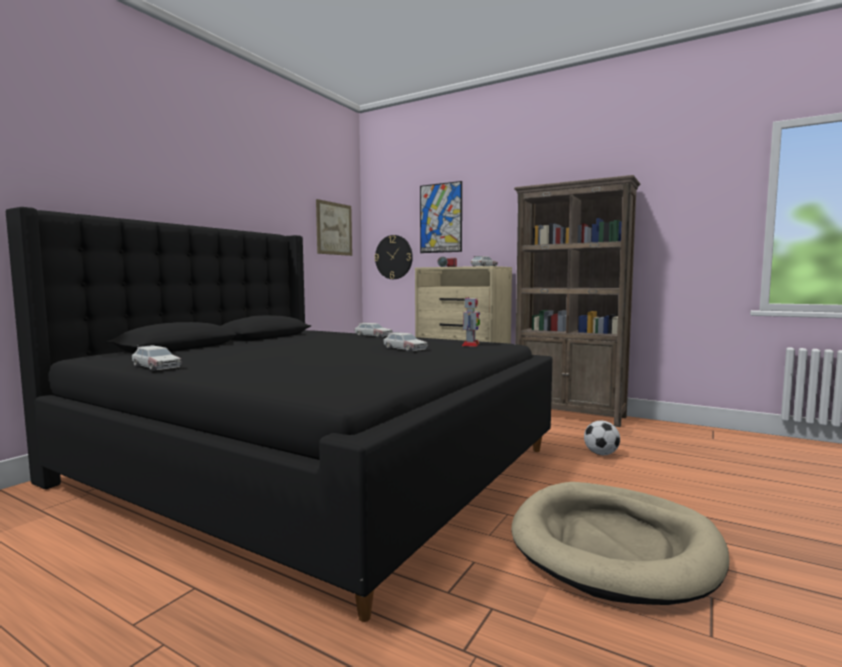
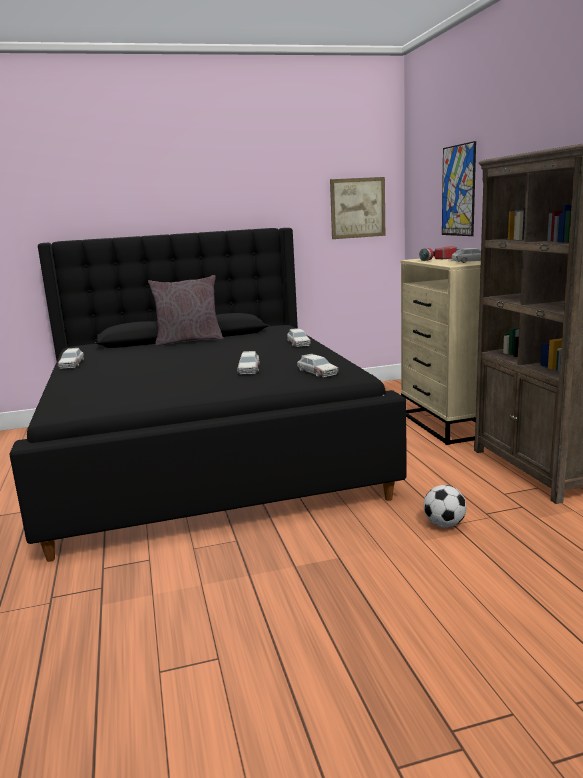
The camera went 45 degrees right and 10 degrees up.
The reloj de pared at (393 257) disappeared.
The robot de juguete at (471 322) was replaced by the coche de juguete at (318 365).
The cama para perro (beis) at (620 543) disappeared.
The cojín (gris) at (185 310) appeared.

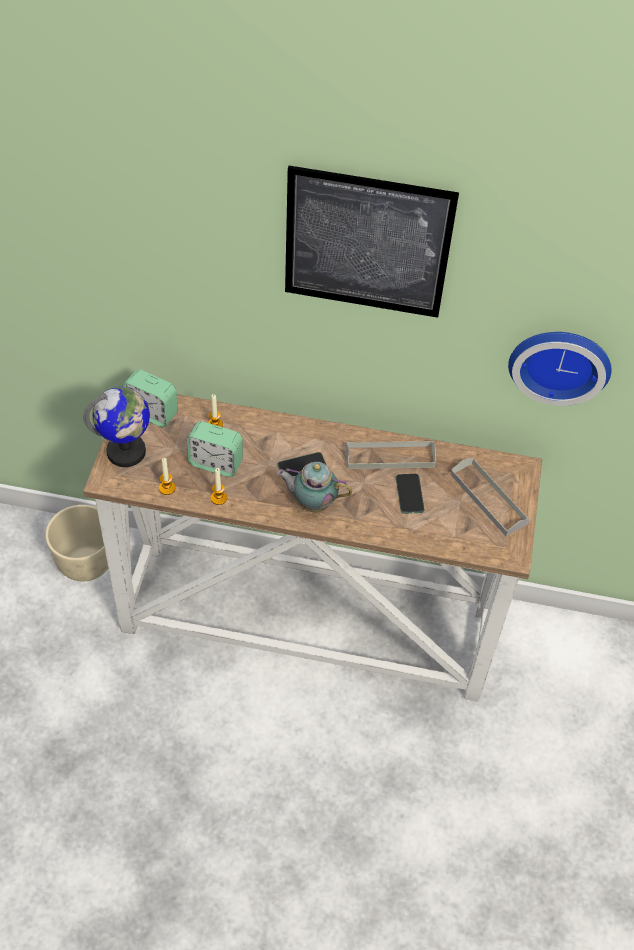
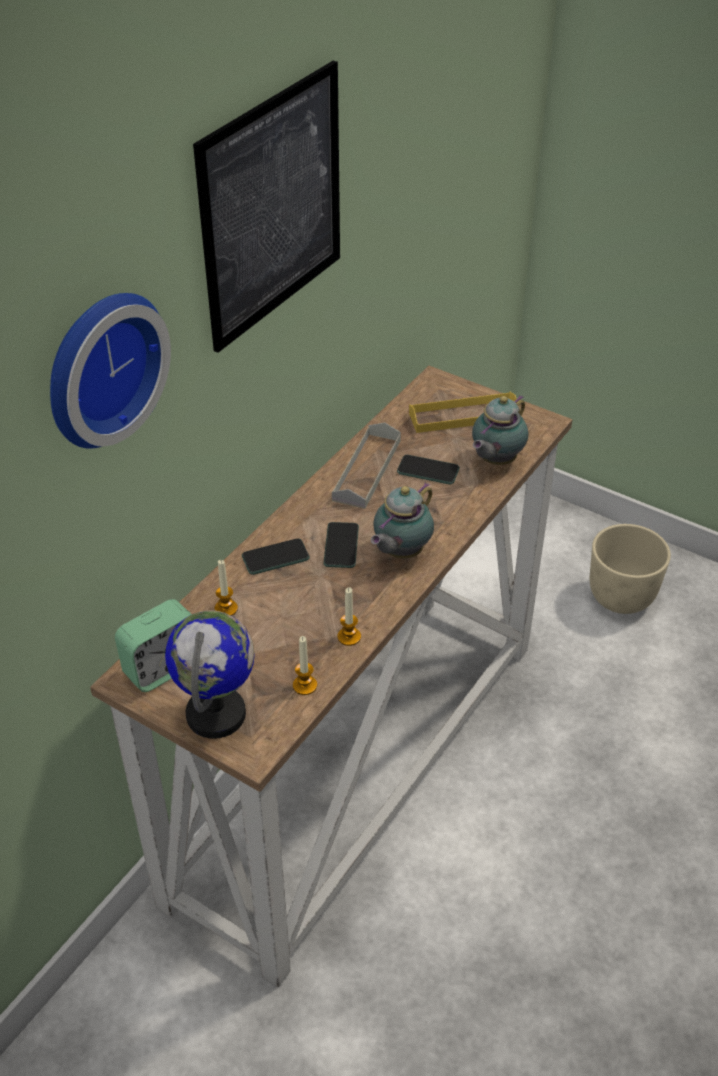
The camera went 65 degrees left and 10 degrees down.
The reloj de pared moved from (560 369) to (110 371).
The despertador at (215 449) disappeared.
The bandeja (gris) at (490 497) became the bandeja (amarillo) at (463 412).
The maceta (beis) moved from (76 543) to (630 569).
The tetera at (500 430) appeared.
The móvil at (276 556) appeared.

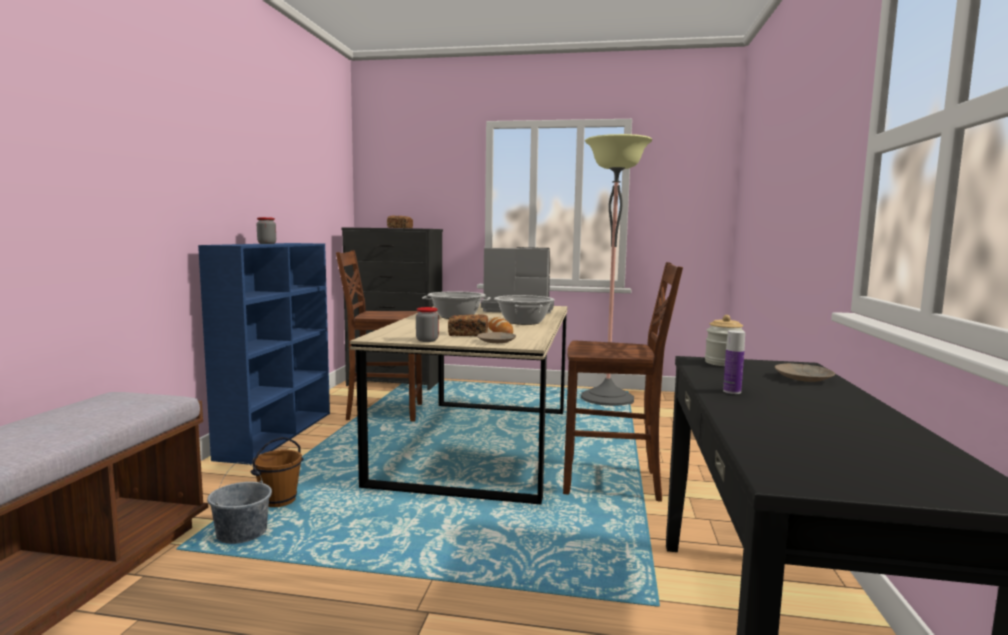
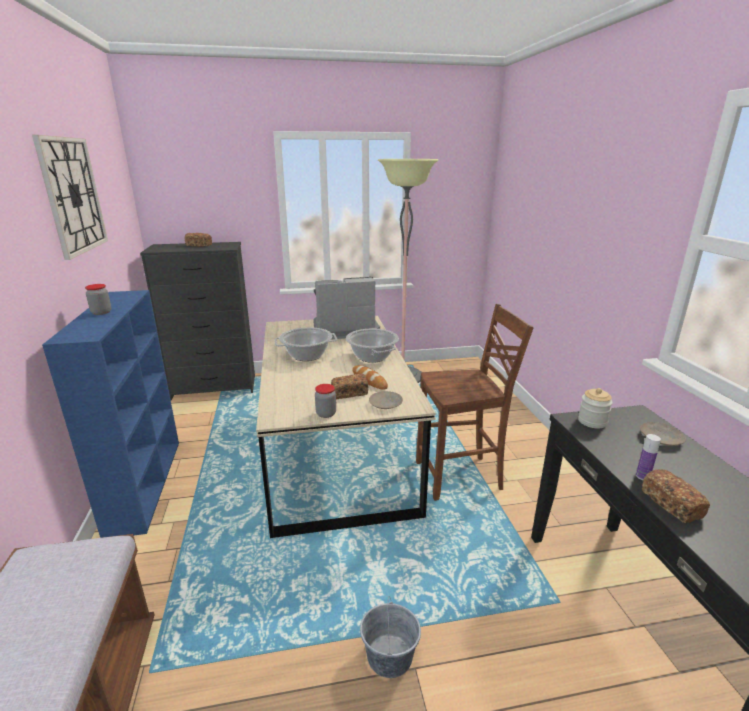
The camera went 20 degrees left and 15 degrees up.
The silla (marrón) at (379 335) disappeared.
The cubo (marrón) at (277 472) disappeared.
The cubo (gris) moved from (239 503) to (390 637).
The reloj de pared at (70 197) appeared.
The pan at (676 496) appeared.

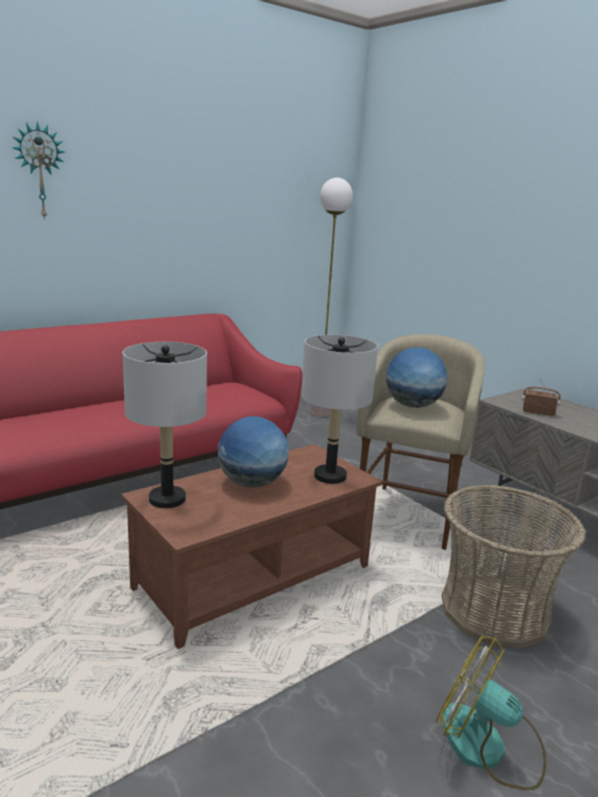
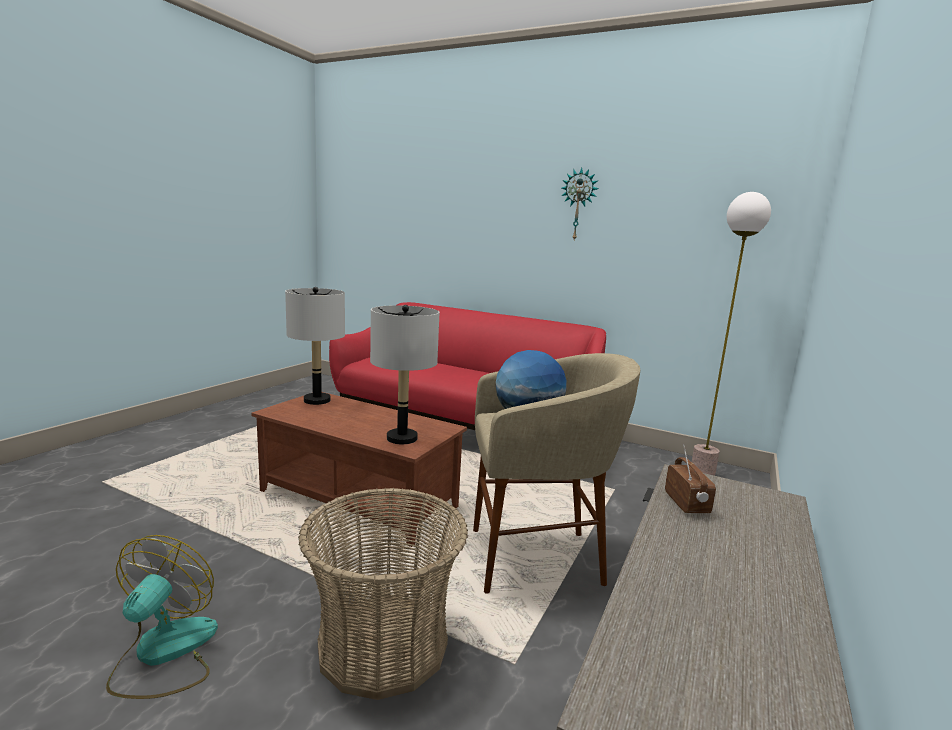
The camera went 65 degrees right and 5 degrees down.
The reloj de pared moved from (38 170) to (580 204).
The globo terráqueo at (253 451) disappeared.

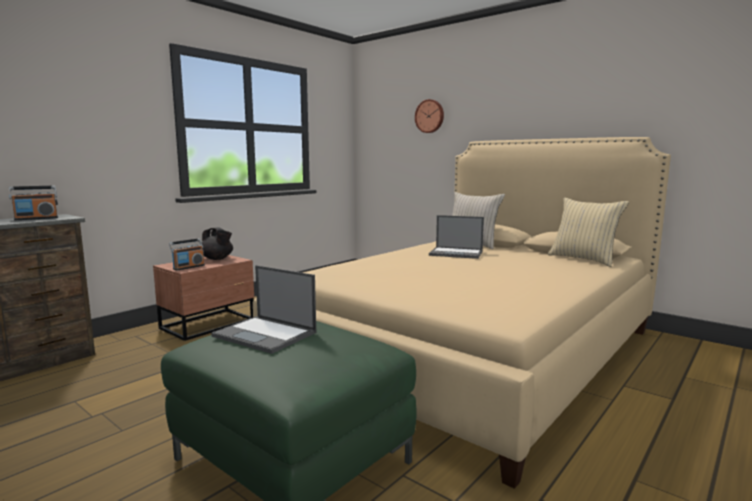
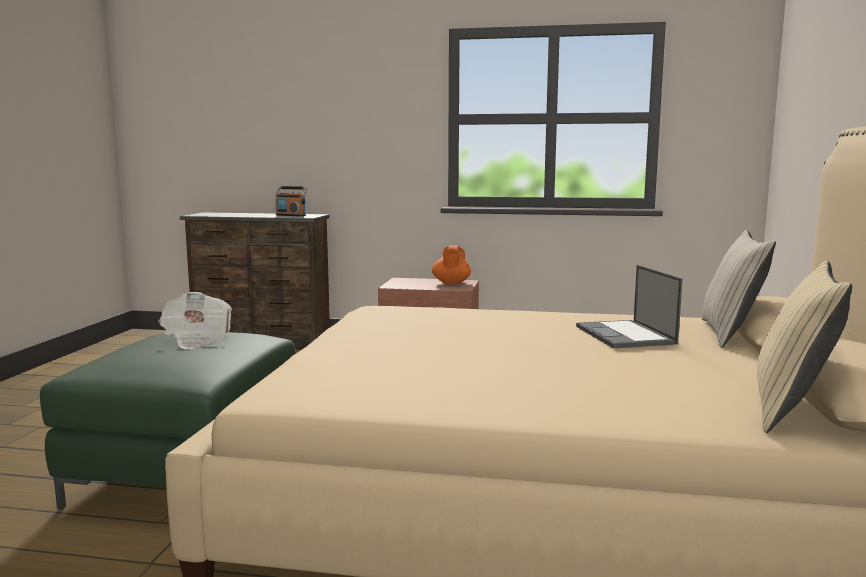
The camera went 60 degrees right and 0 degrees up.
The reloj de pared at (429 116) disappeared.
The tetera (negro) at (217 244) became the tetera (naranja) at (451 264).
The radio at (187 254) disappeared.
The portátil at (263 309) was replaced by the periódico at (195 320).

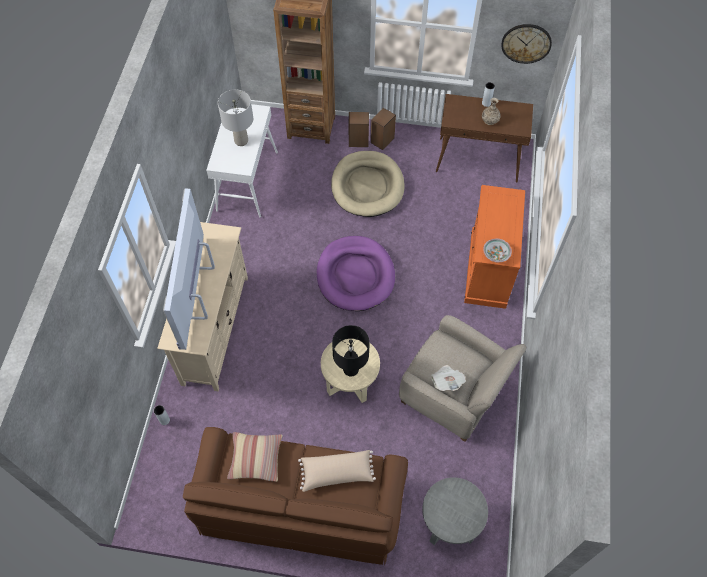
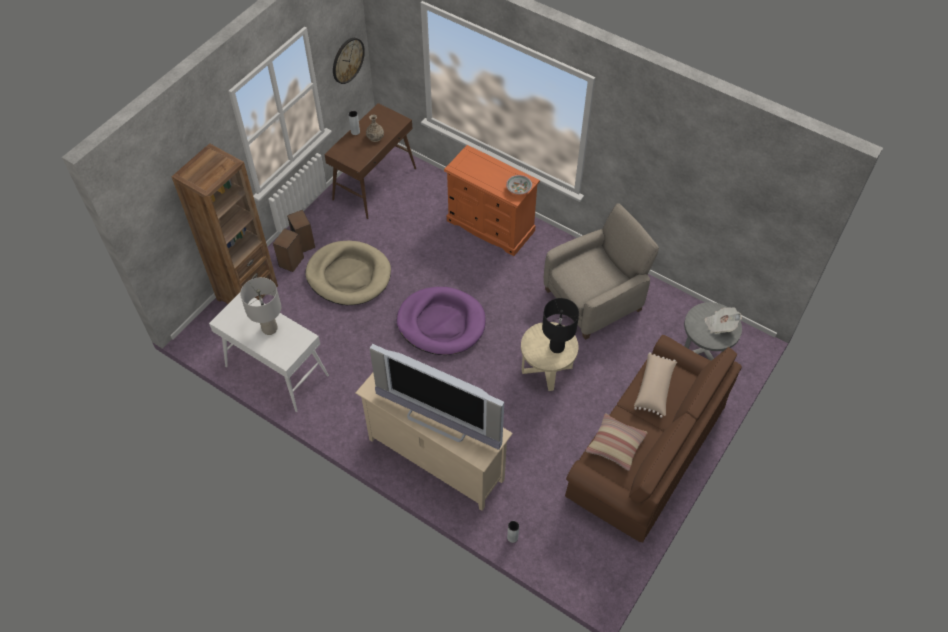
The camera went 65 degrees left and 5 degrees down.
The periódico moved from (448 378) to (723 320).

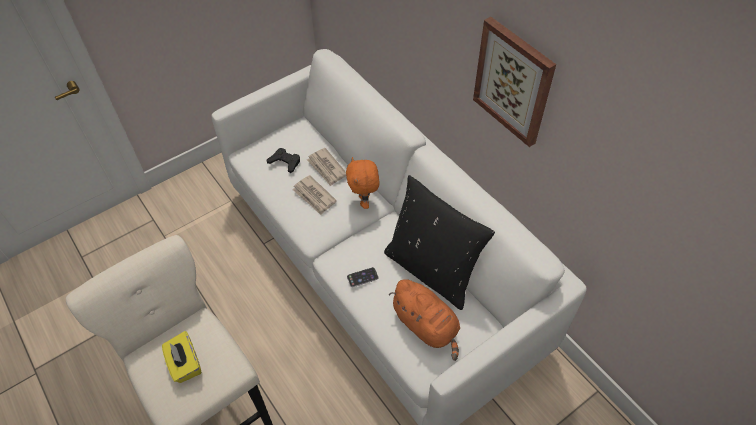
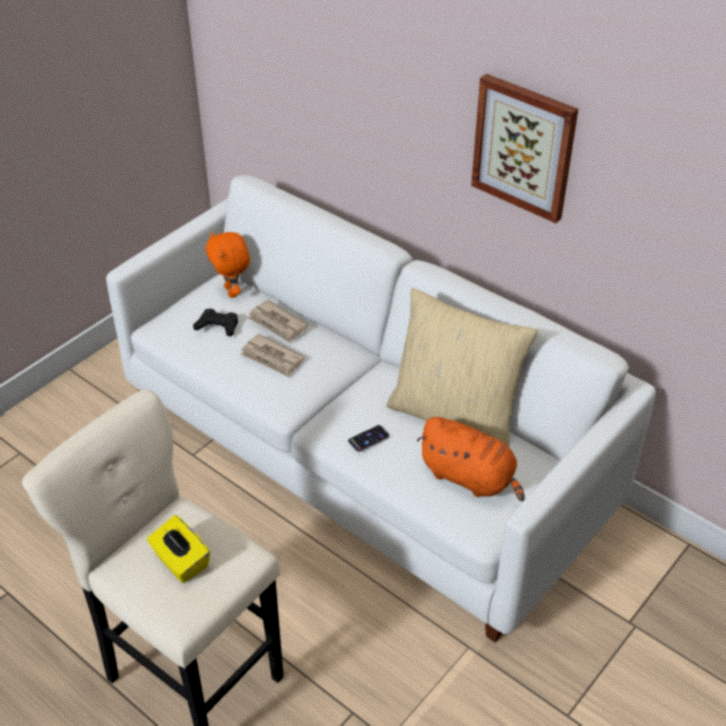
The camera went 15 degrees left and 10 degrees down.
The peluche (naranja) moved from (363 183) to (228 265).
The cojín (negro) at (439 242) became the cojín (beis) at (462 367).

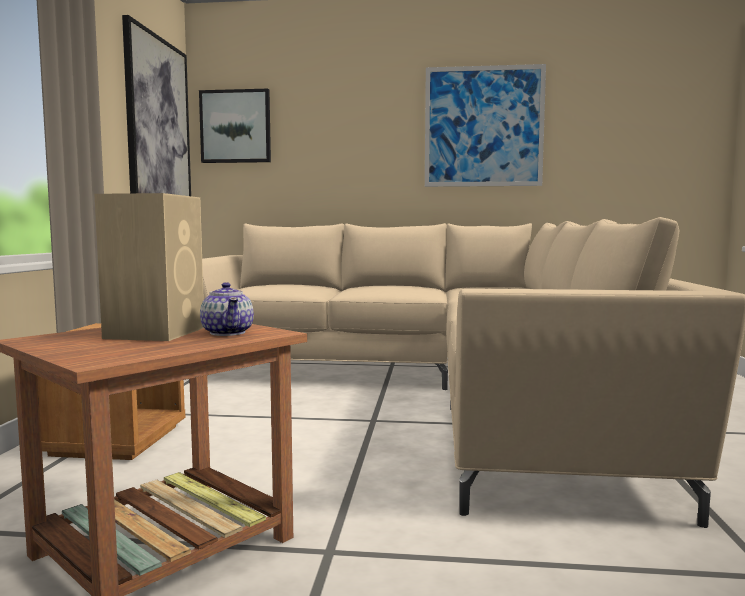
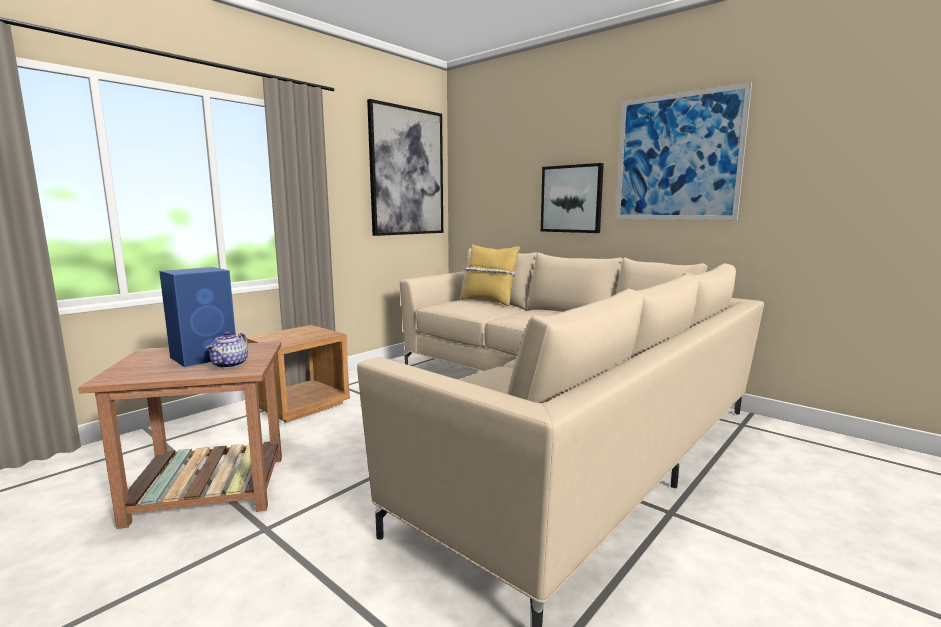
The camera went 35 degrees right and 5 degrees up.
The cuadro moved from (235 126) to (572 198).
The altavoz (beis) at (149 267) became the altavoz (azul) at (197 317).
The cojín (amarillo) at (490 275) appeared.

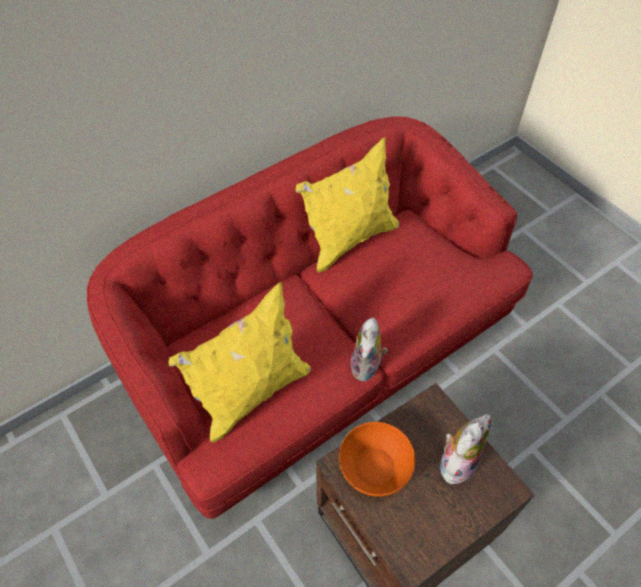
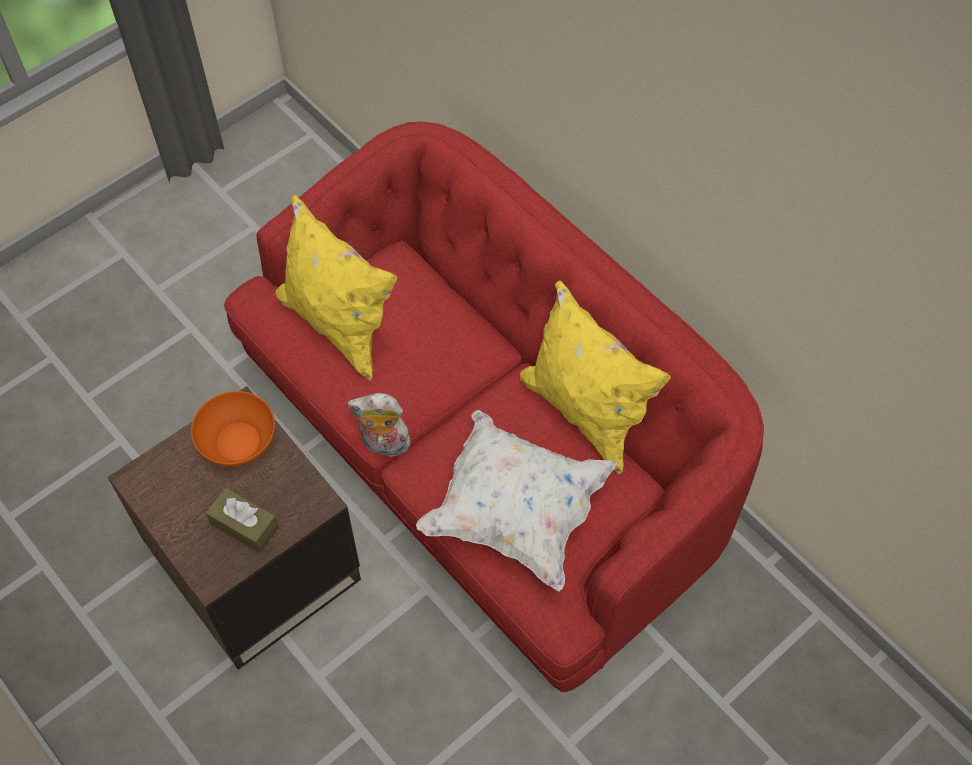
The camera went 85 degrees right and 5 degrees up.
The peluche at (465 449) was replaced by the caja de pañuelos (marrón) at (242 520).
The cojín (blanco) at (516 500) appeared.

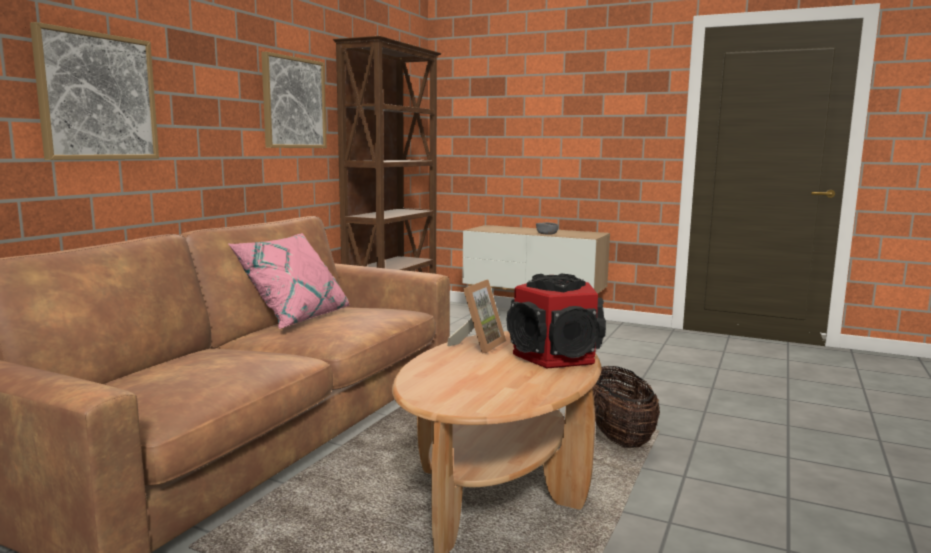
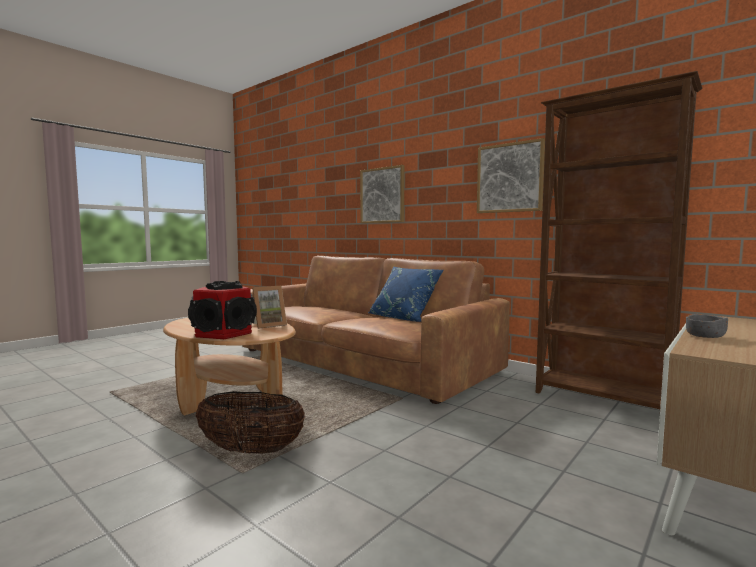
The camera went 105 degrees right and 5 degrees down.
The cojín (rosa) at (289 281) became the cojín (azul) at (405 294).
The portarretratos at (476 317) turned 75 degrees counterclockwise.

